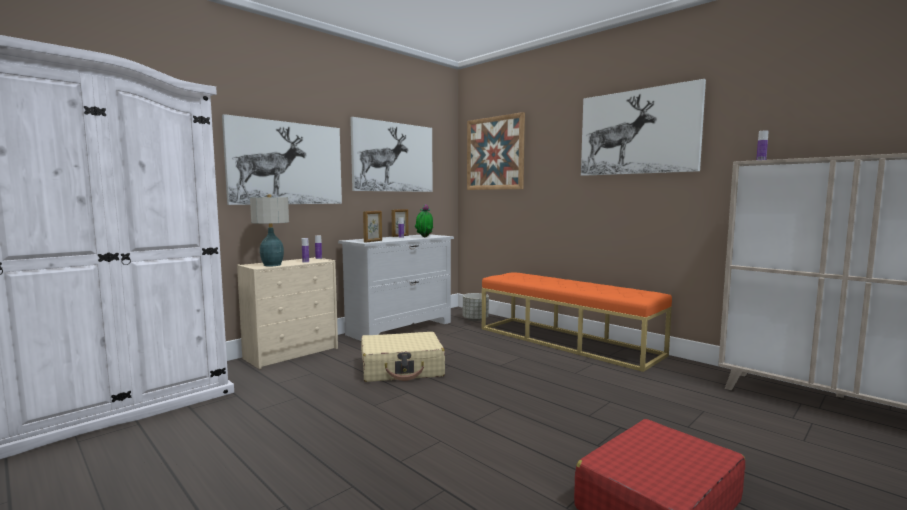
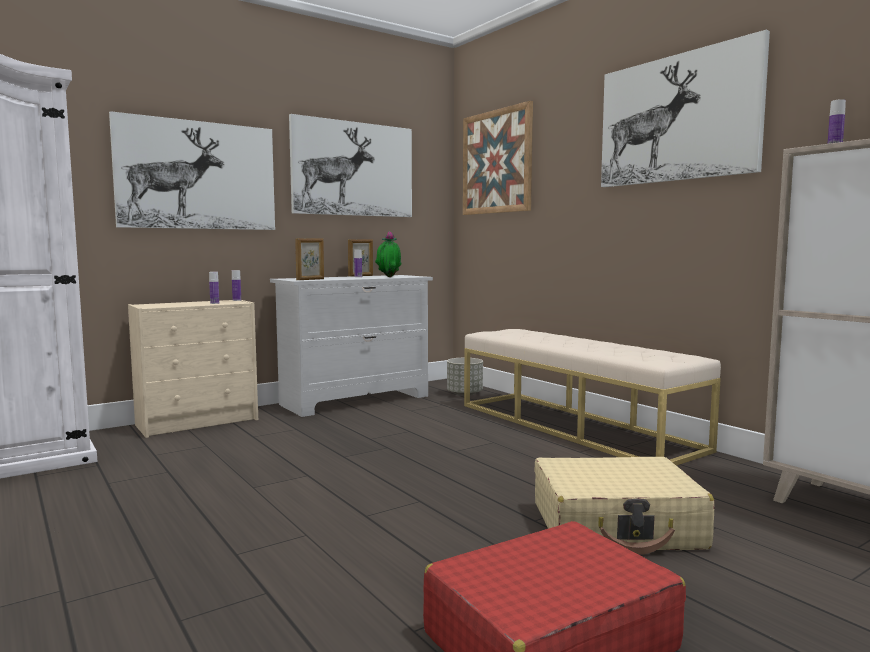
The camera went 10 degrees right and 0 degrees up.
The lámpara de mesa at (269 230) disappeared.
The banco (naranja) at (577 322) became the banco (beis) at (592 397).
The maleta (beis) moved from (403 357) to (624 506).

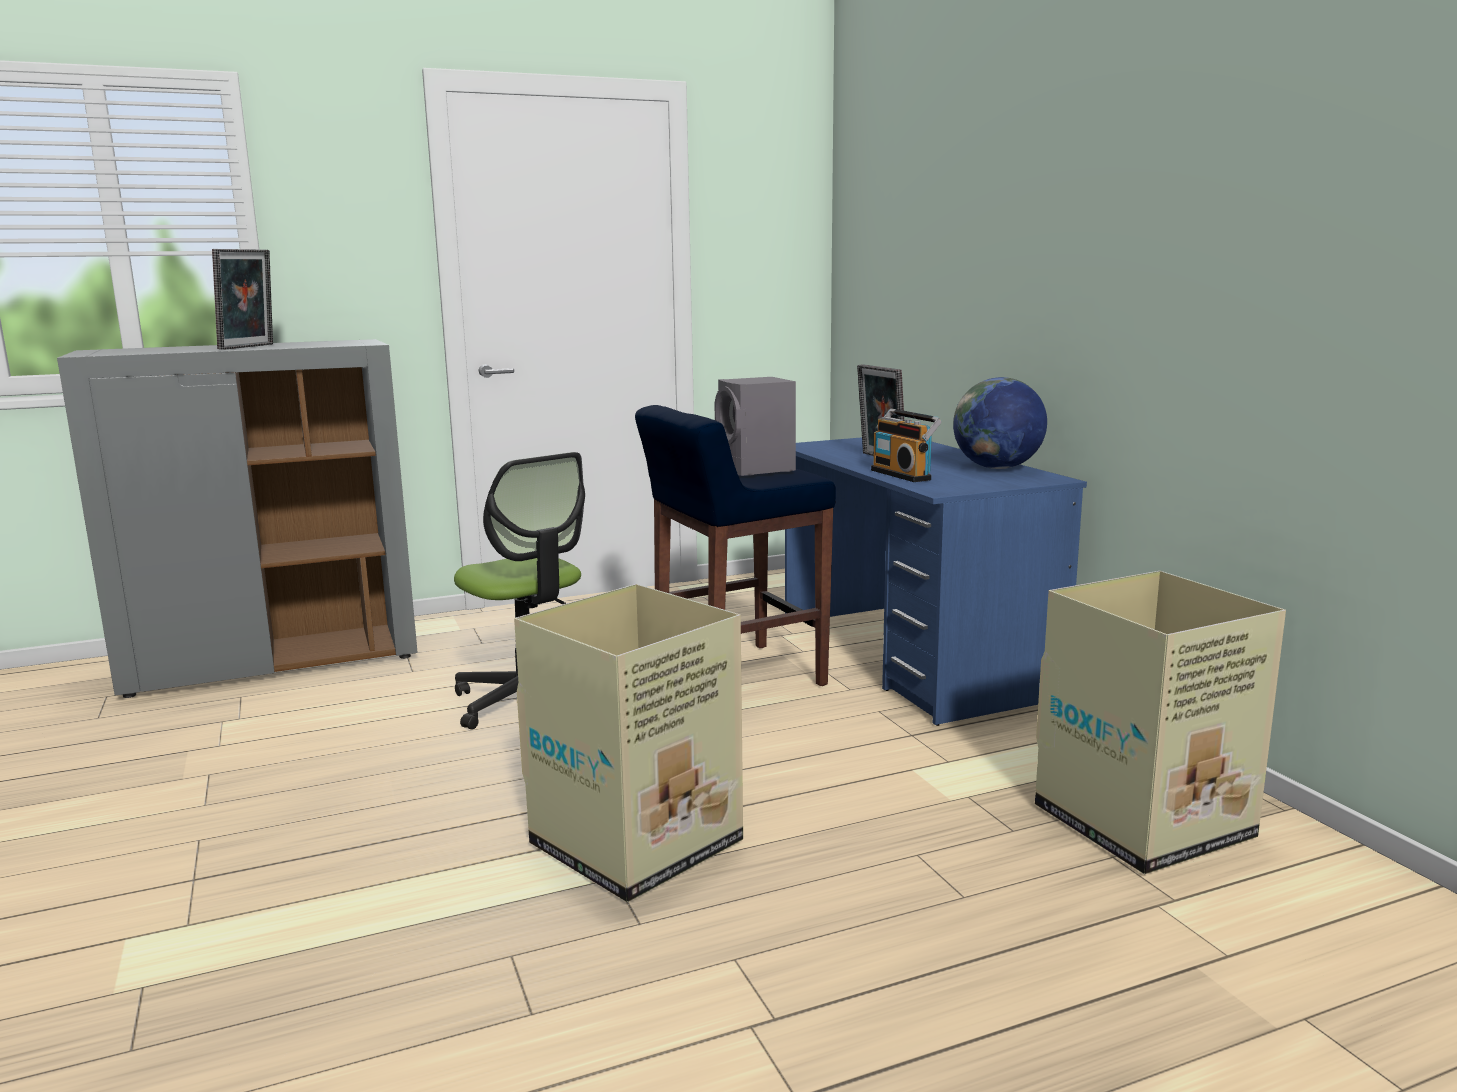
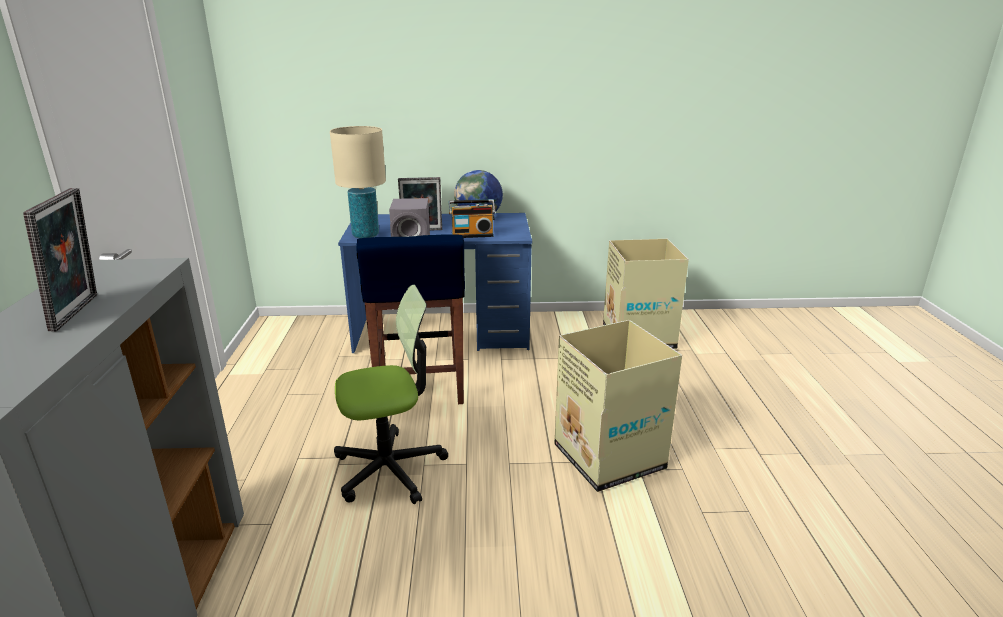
The camera went 70 degrees left and 10 degrees up.
The portarretratos at (242 299) turned 45 degrees clockwise.
The lámpara de mesa (beis) at (358 182) appeared.

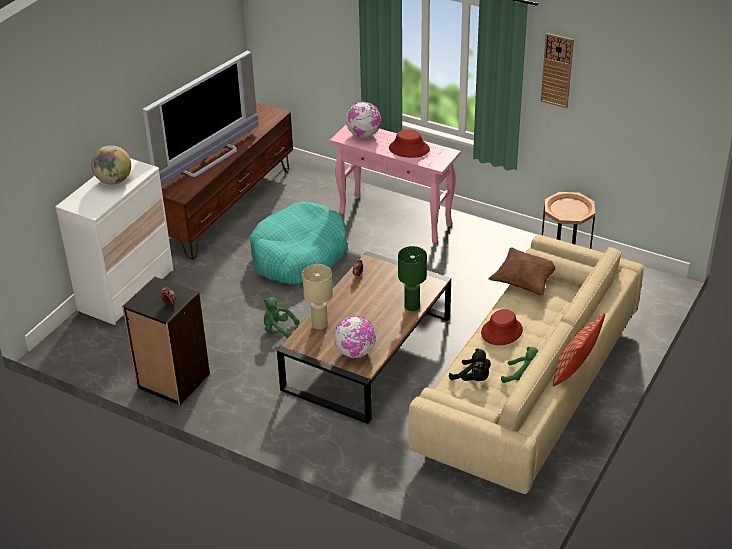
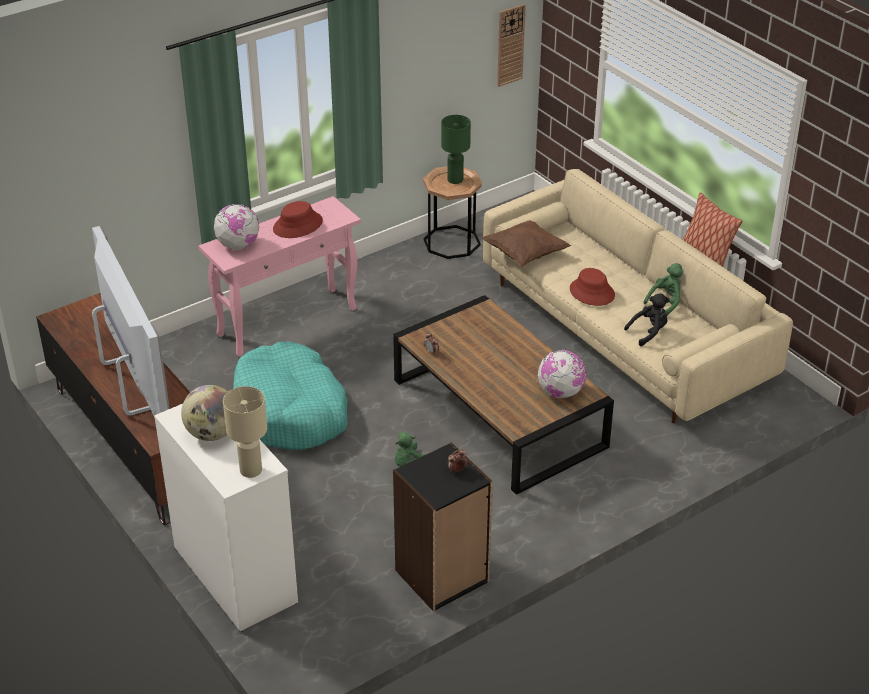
The camera went 65 degrees left and 0 degrees up.
The reloj de pared moved from (557 70) to (511 45).
The lámpara de mesa (verde) moved from (412 278) to (456 149).
The lámpara de mesa (beis) moved from (317 297) to (245 432).

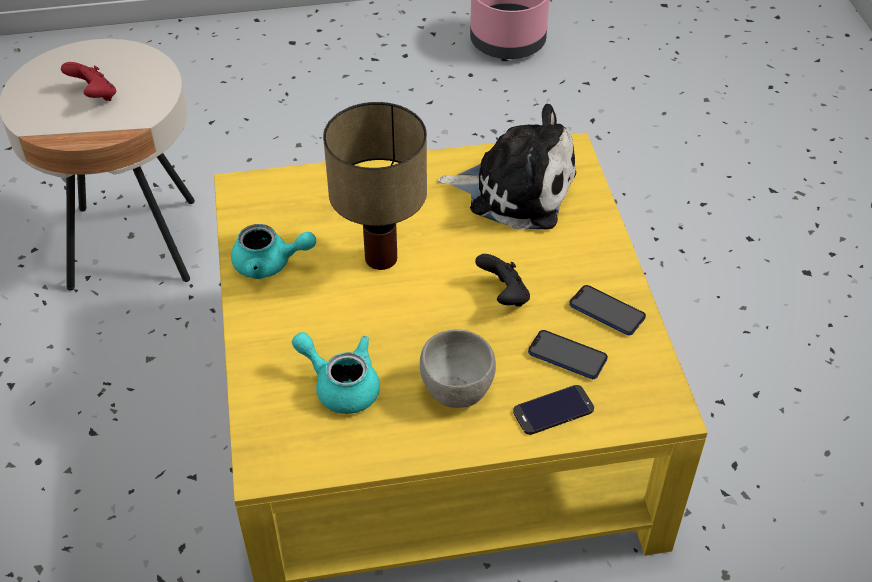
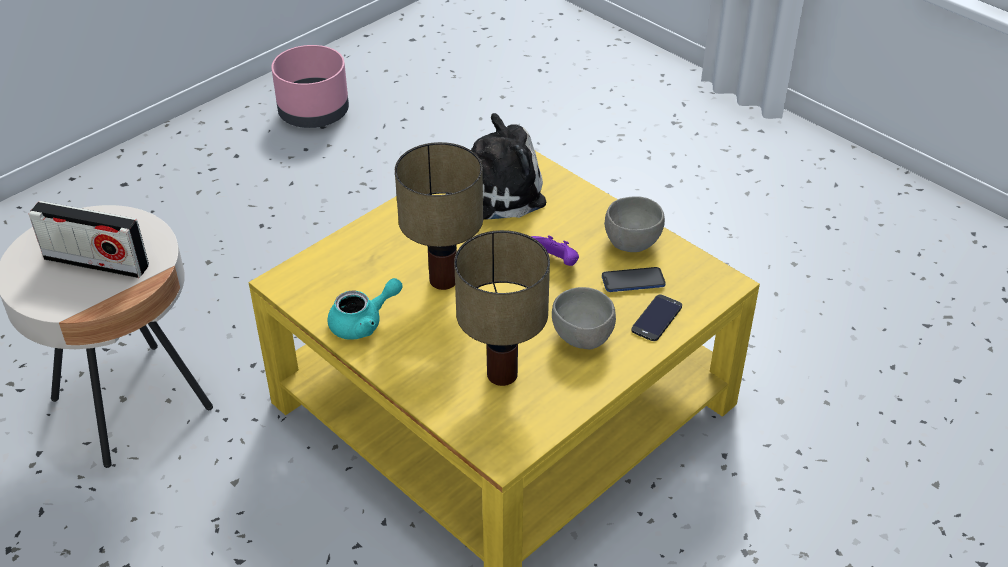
The camera went 35 degrees left and 5 degrees down.
The mando de consola (rojo) at (88 81) was replaced by the radio at (89 239).
The mando de consola (negro) at (502 280) became the mando de consola (morado) at (554 251).
The móvil at (607 310) was replaced by the cuenco (gris) at (634 224).
The tetera (turquesa) at (336 373) was replaced by the lámpara de mesa at (502 308).

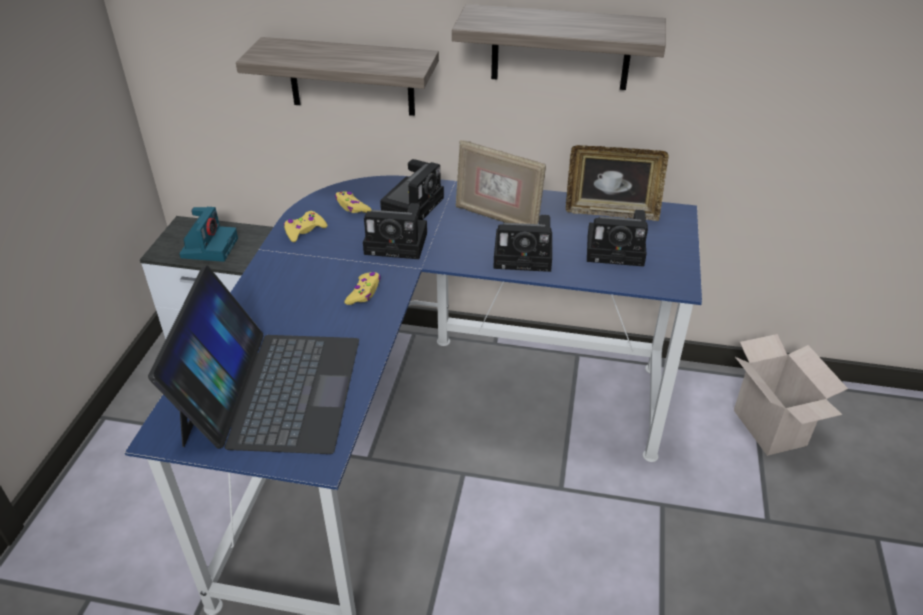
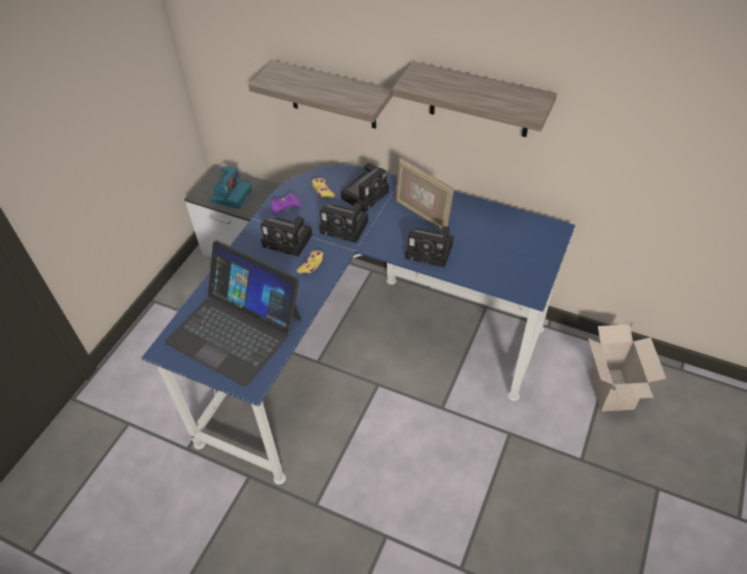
The camera went 15 degrees right and 10 degrees up.
The portarretratos at (617 183) disappeared.
The cámara moved from (617 238) to (286 236).
The mando de consola (amarillo) at (305 226) became the mando de consola (morado) at (286 204).
The portátil at (253 359) turned 105 degrees clockwise.

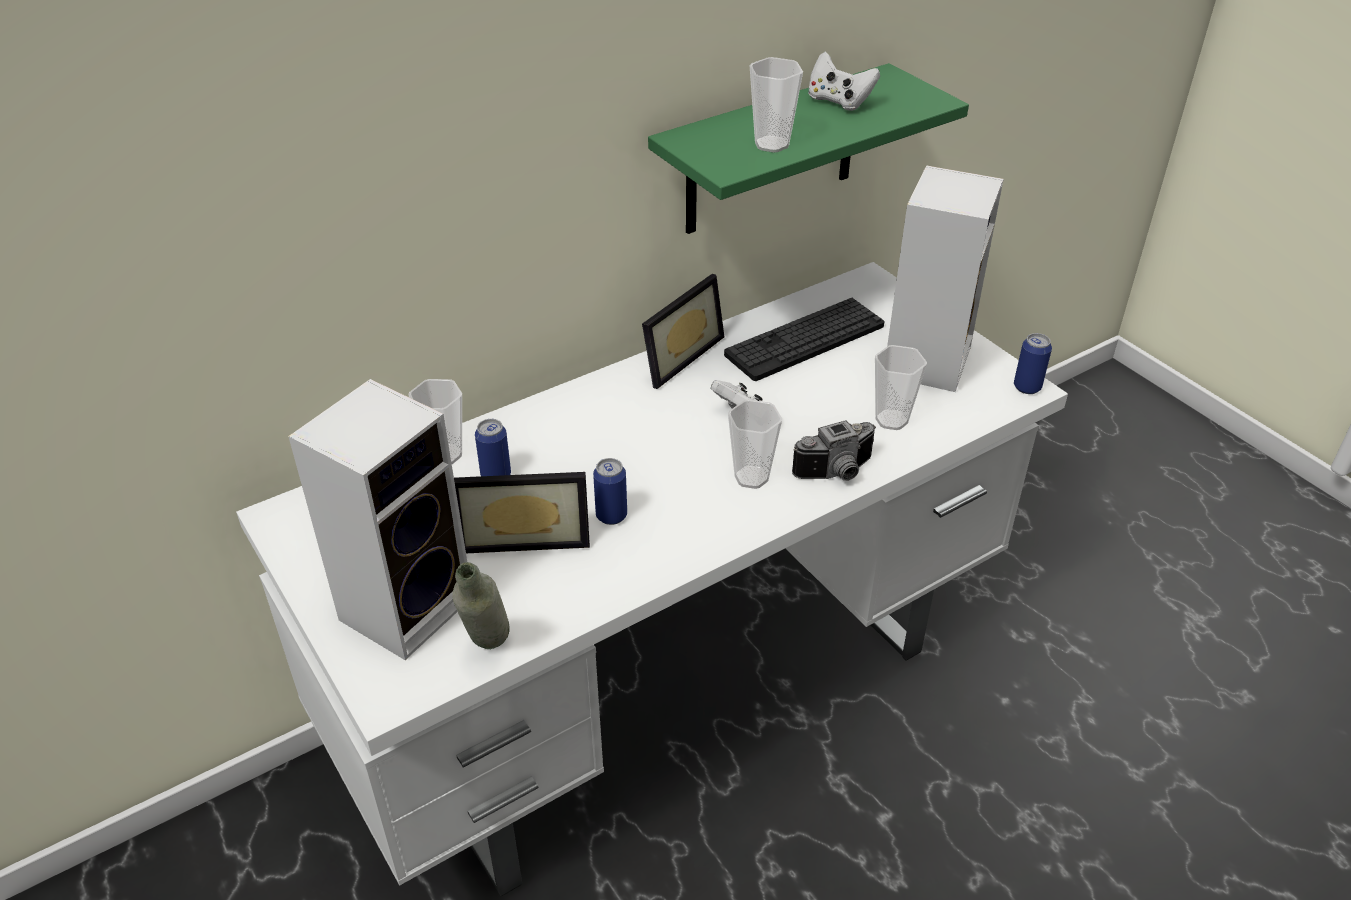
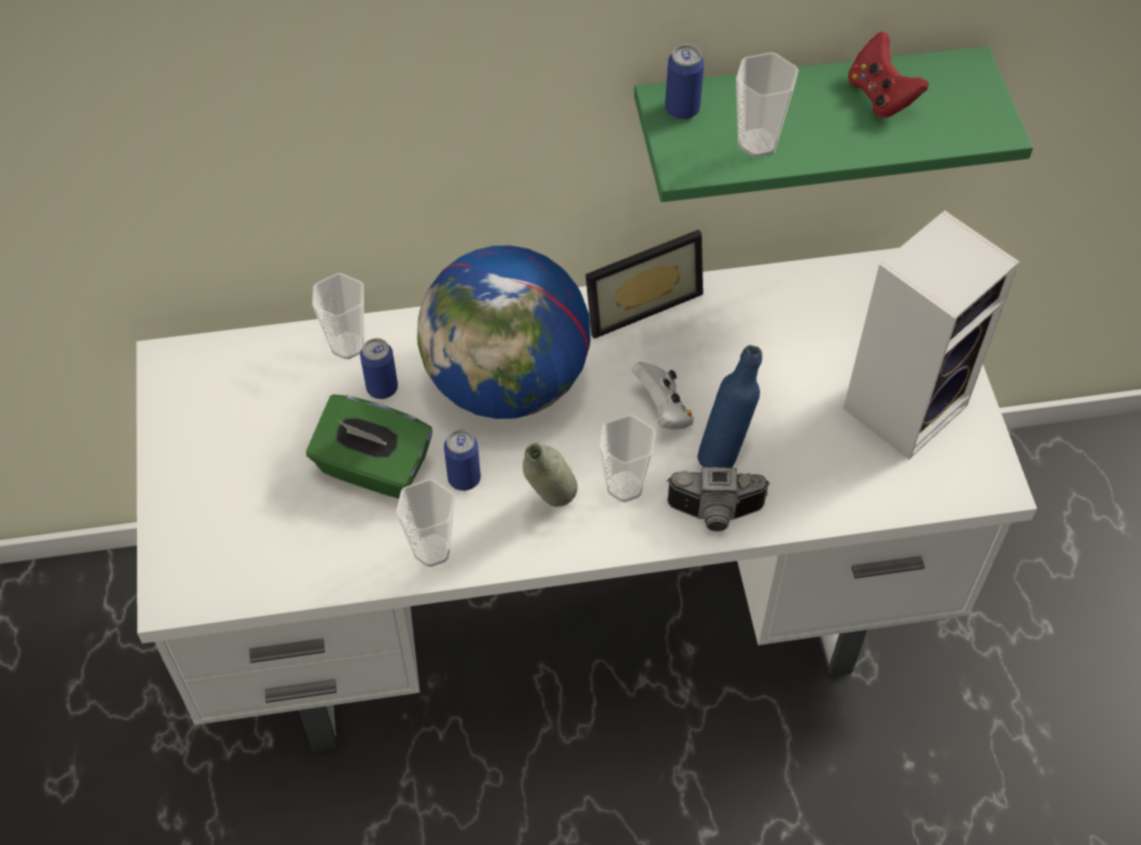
The camera went 25 degrees right and 15 degrees up.
The mando de consola (blanco) at (844 81) became the mando de consola (rojo) at (888 74).
The teclado at (804 339) disappeared.
The lata moved from (1033 363) to (684 82).
The taza moved from (901 387) to (425 523).
The altavoz at (377 519) disappeared.
The portarretratos at (522 512) was replaced by the caja de pañuelos (verde) at (369 446).
The botella (gris) moved from (481 605) to (550 475).
The globo terráqueo at (503 332) appeared.
The botella (azul) at (729 406) appeared.

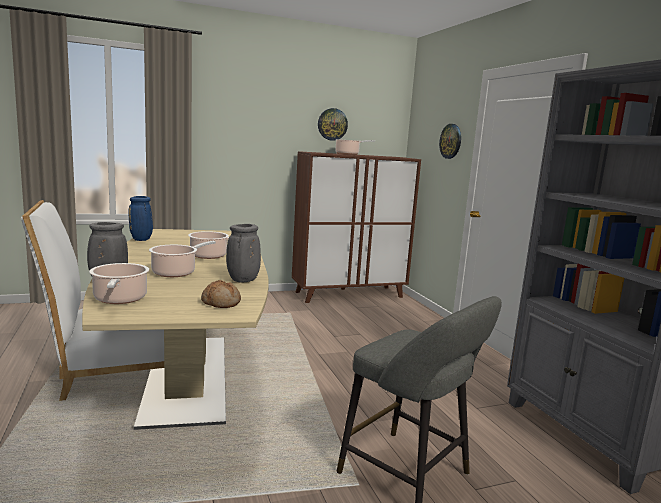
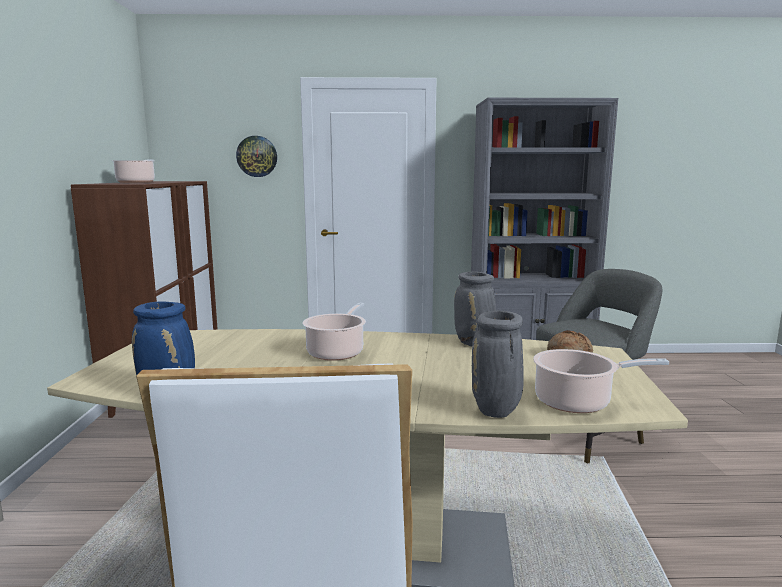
The camera went 70 degrees left and 0 degrees up.
The reloj de pared at (333 124) disappeared.
The olla at (182 259) disappeared.

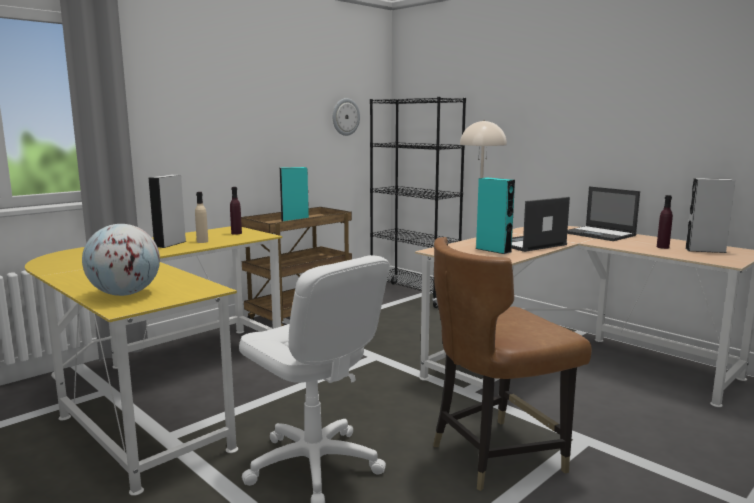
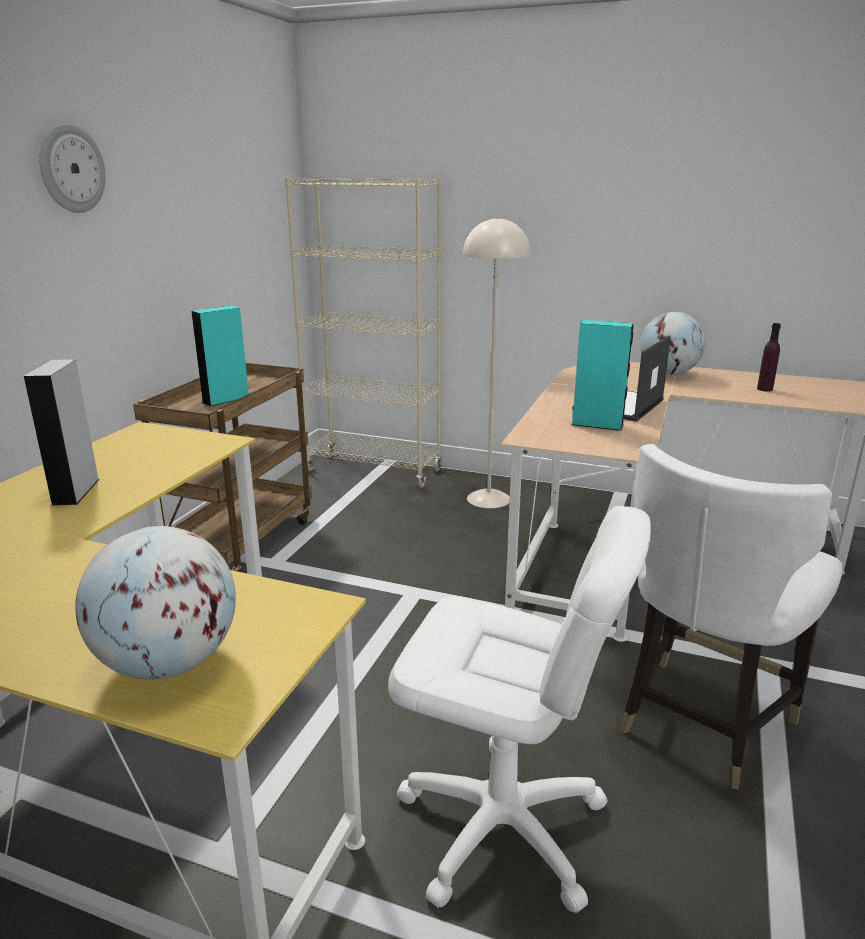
The camera went 25 degrees left and 10 degrees up.
The estantería (negro) at (418 202) became the estantería (beis) at (363 332).
The reloj de pared moved from (346 117) to (72 168).
The altavoz (gris) at (710 215) disappeared.
The portátil at (603 213) was replaced by the globo terráqueo at (672 343).
The botella (morado) at (236 211) disappeared.
The botella (beis) at (201 217) disappeared.
The silla (marrón) at (512 364) became the silla (blanco) at (731 617).

